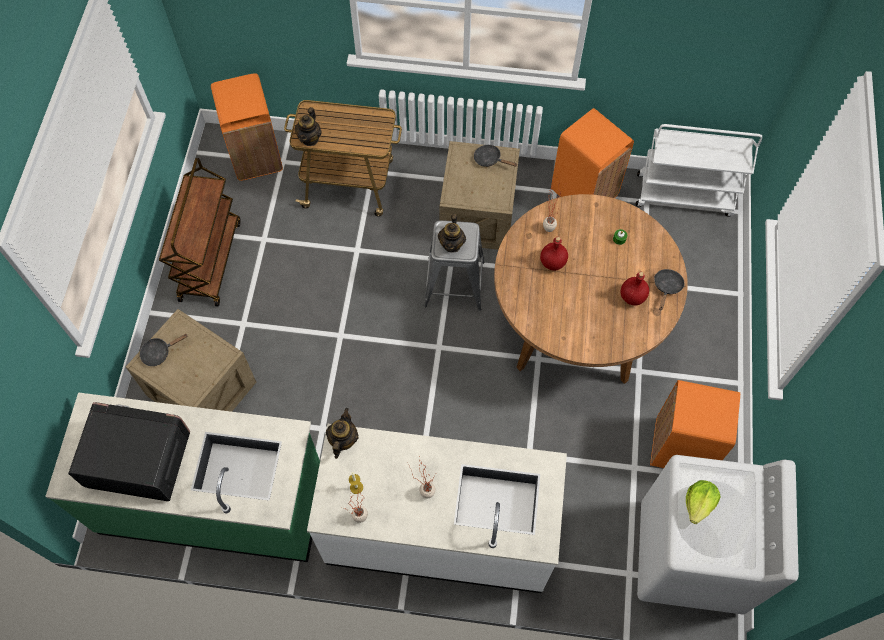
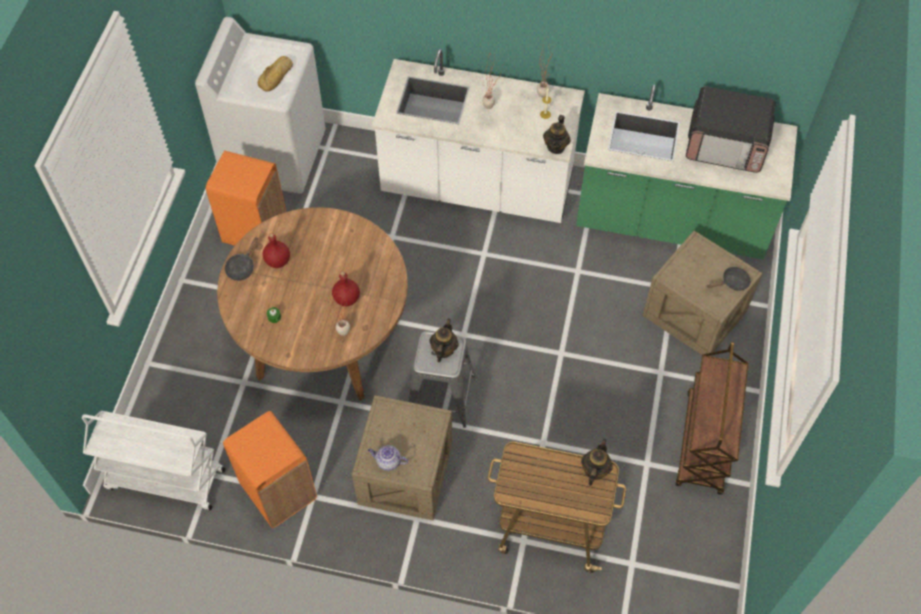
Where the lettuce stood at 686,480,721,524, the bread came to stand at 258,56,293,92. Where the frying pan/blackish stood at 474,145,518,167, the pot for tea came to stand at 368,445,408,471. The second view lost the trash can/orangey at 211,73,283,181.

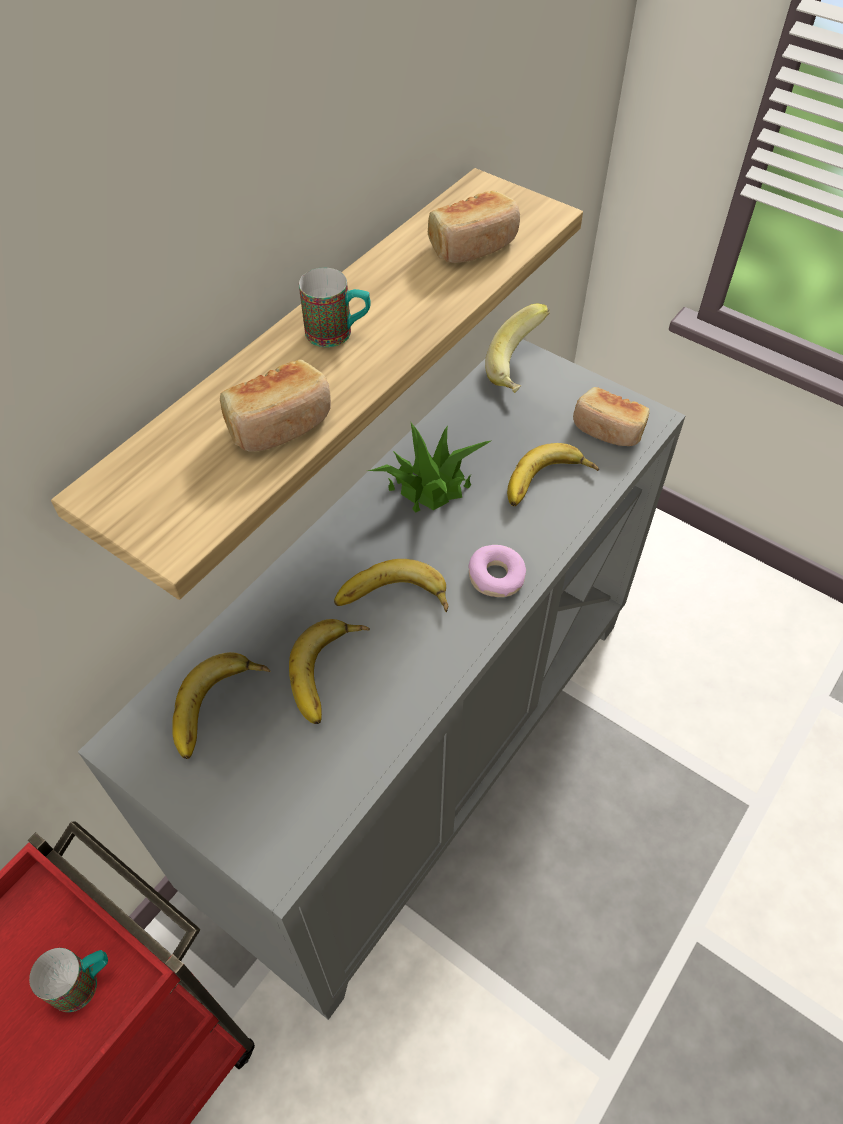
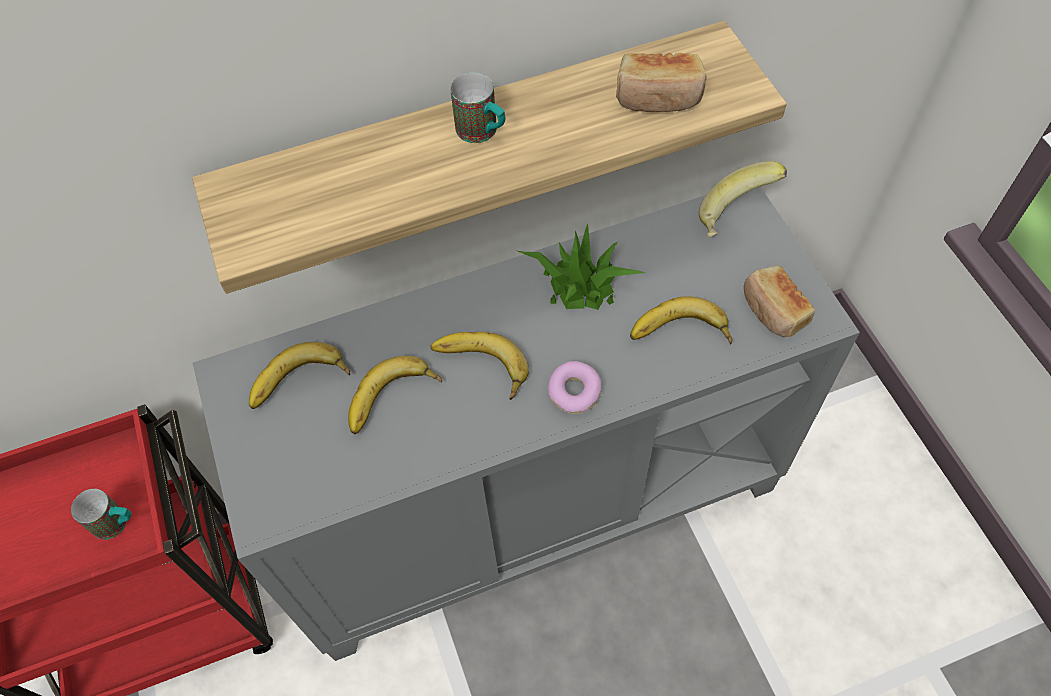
The second view lost the bread at 220,360,331,452.

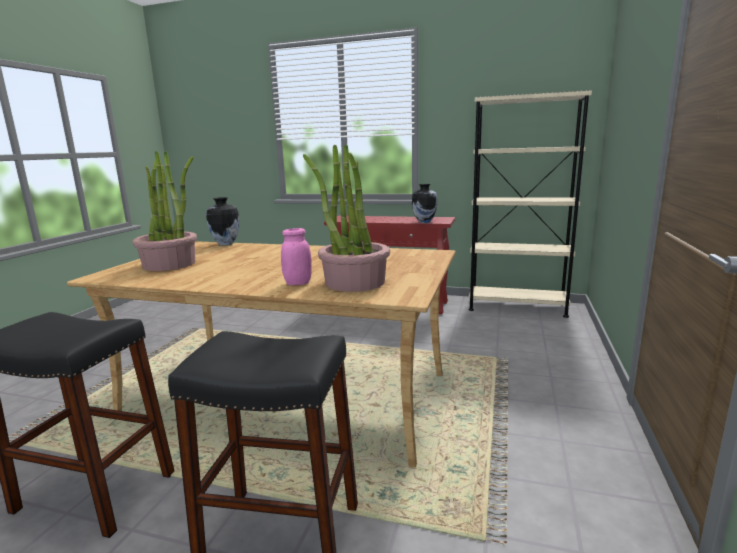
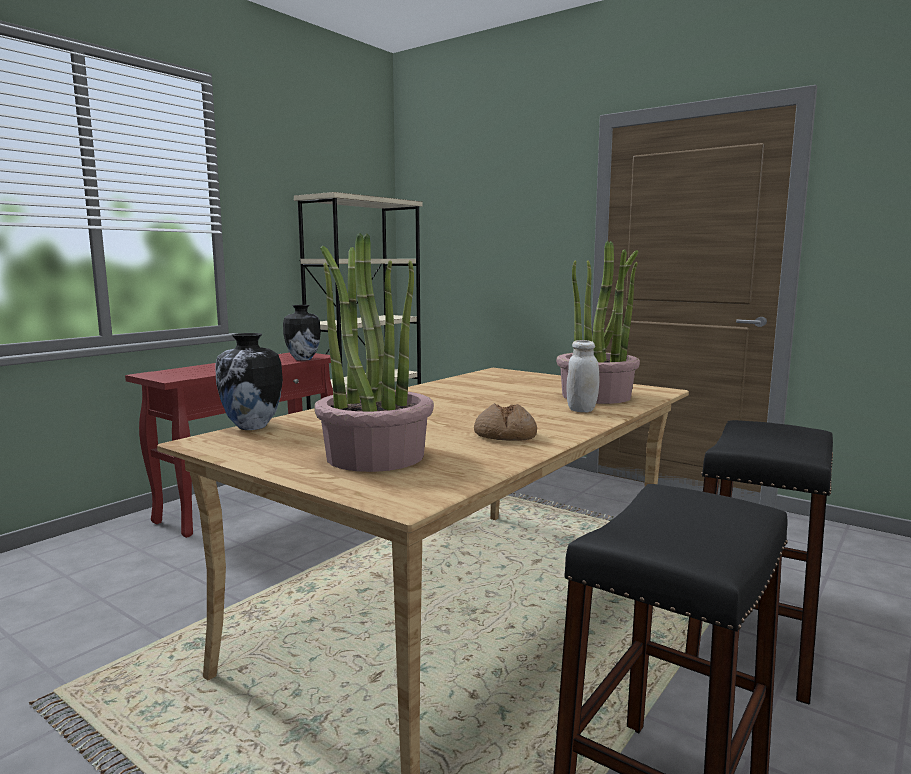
The second view gained the bread at 474,403,537,441. What was the preserve jar/pink at 281,228,312,285 turned into the preserve jar/whitish at 566,340,599,412.

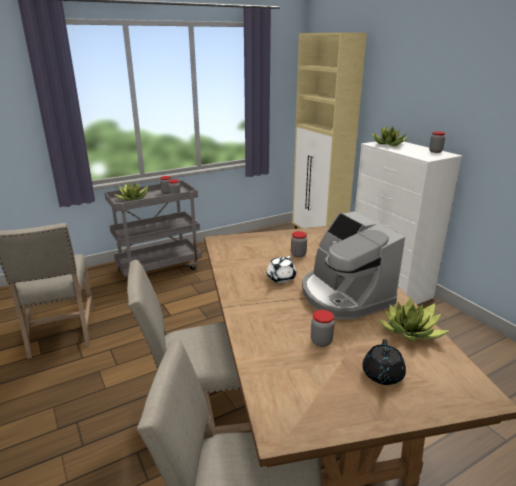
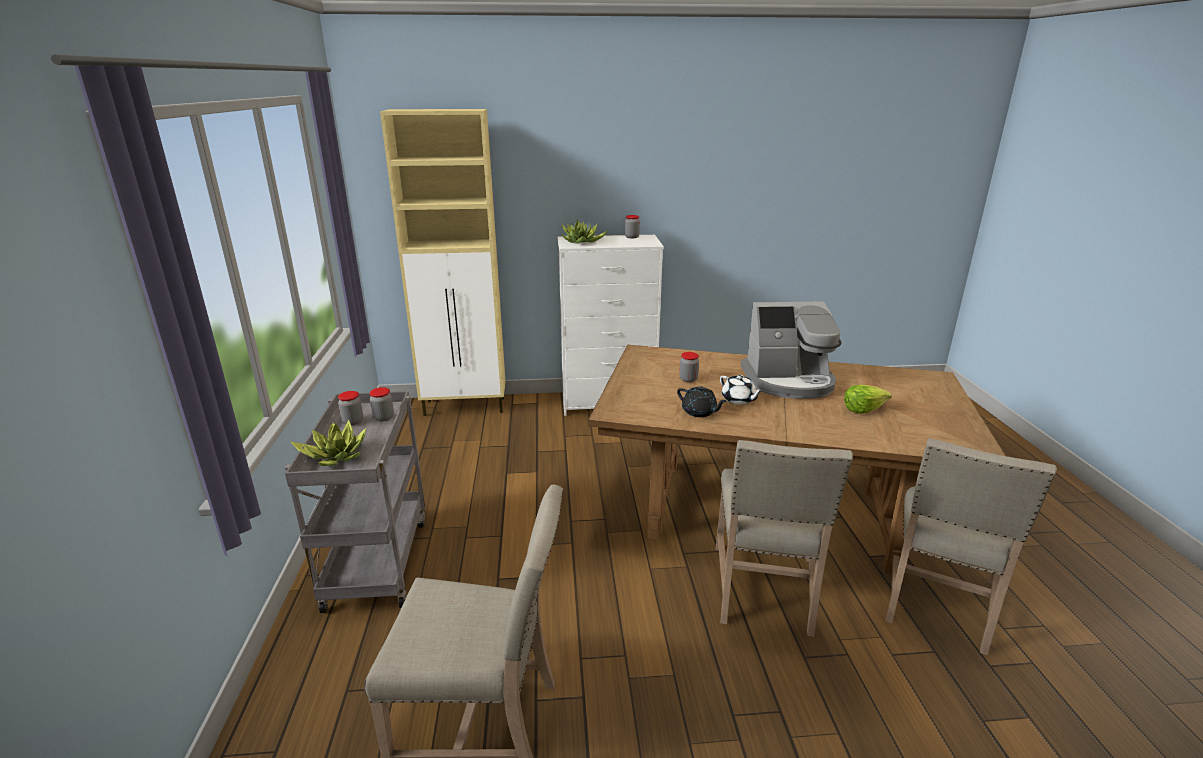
The pot for tea/blackish ended up elsewhere, having gone from 362,339,406,385 to 677,386,727,417. Where the preserve jar stood at 311,310,334,347, the lettuce came to stand at 844,385,892,414. The second view lost the potted plant at 379,298,450,341.

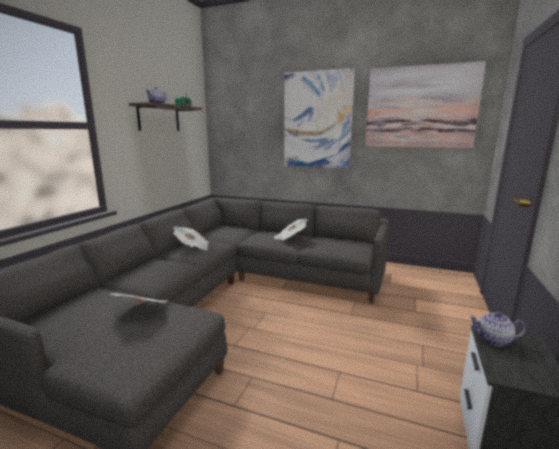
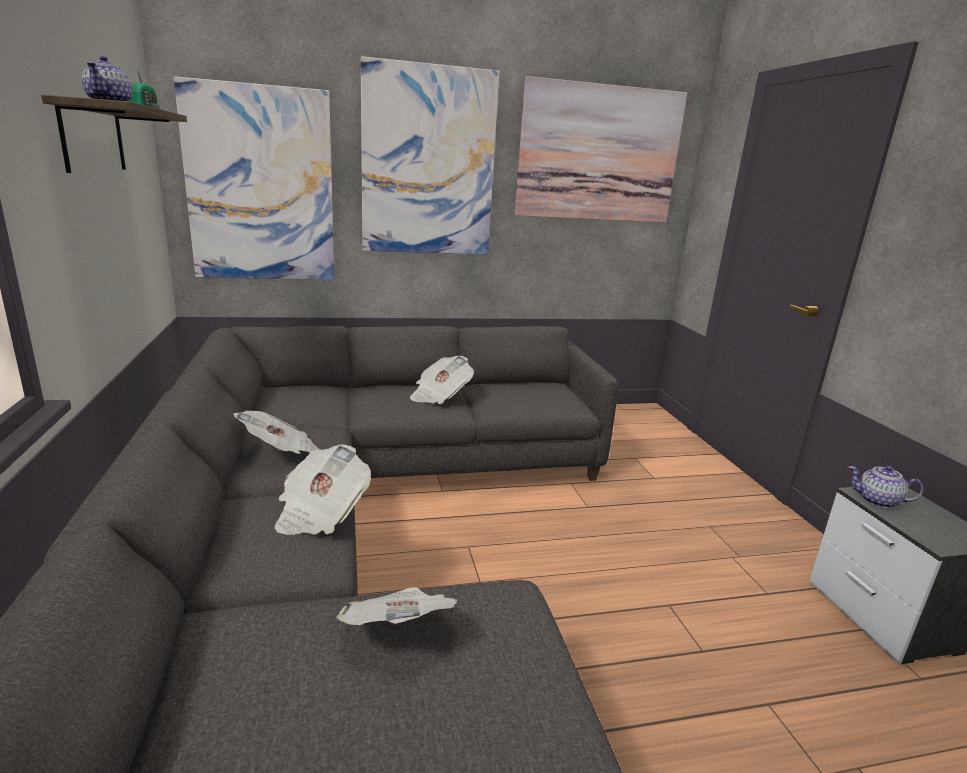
The second view gained the picture at 174,76,334,280. The second view gained the daily paper at 275,444,371,535. The pot for tea at 469,312,526,347 ended up facing another way, 45 degrees clockwise from before.

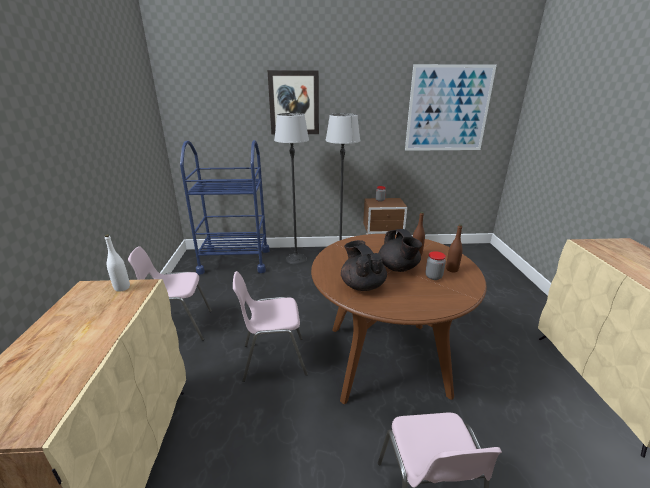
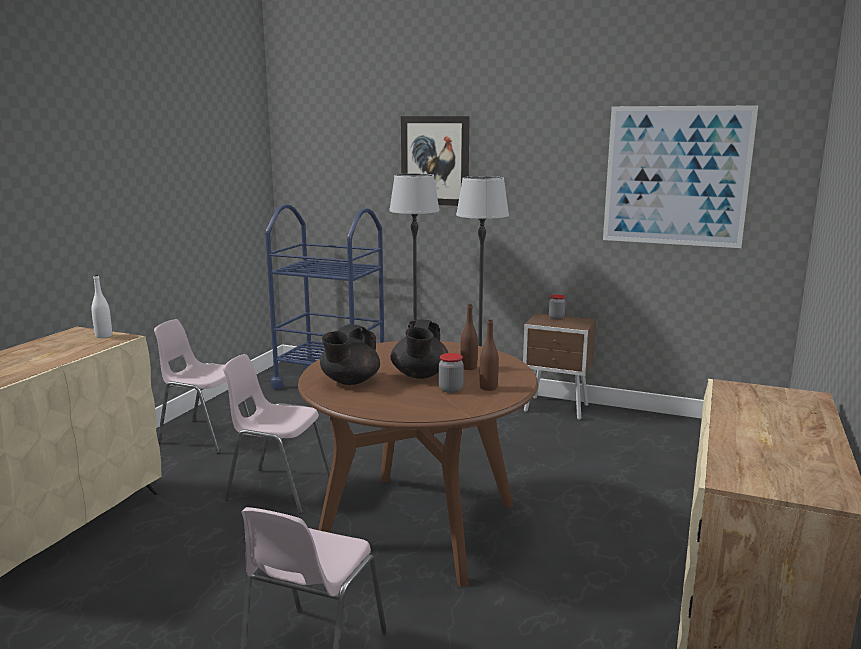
The pot for tea/blackish at 341,240,387,291 ended up facing another way, 150 degrees counterclockwise from before.

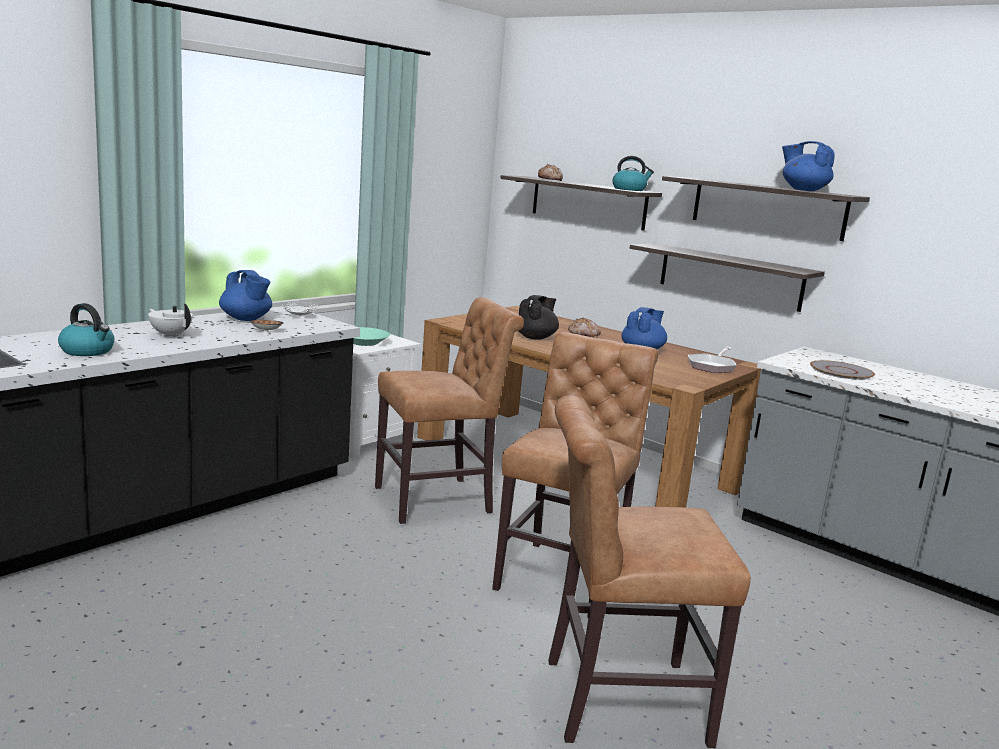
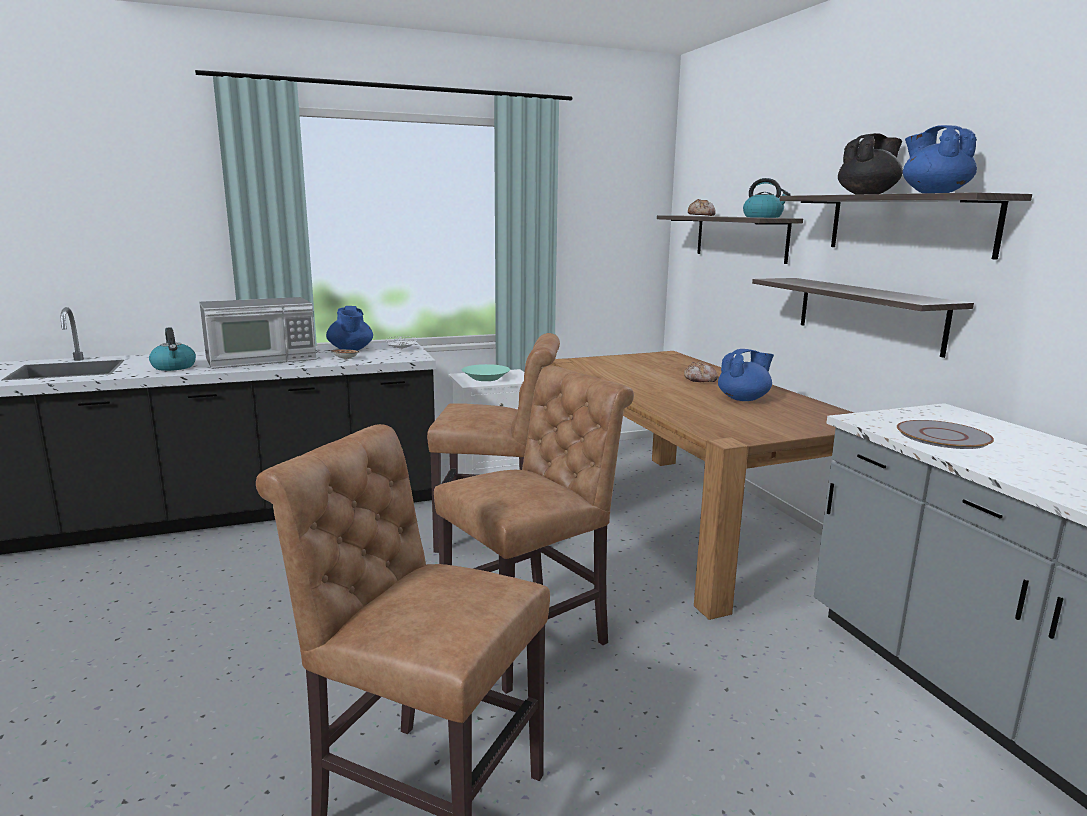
Where the pot for tea/whitish stood at 148,303,193,338, the microwave came to stand at 199,297,316,369. The pot for tea/blackish ended up elsewhere, having gone from 518,295,559,340 to 838,133,903,195. The second view lost the frying pan at 688,347,737,373.

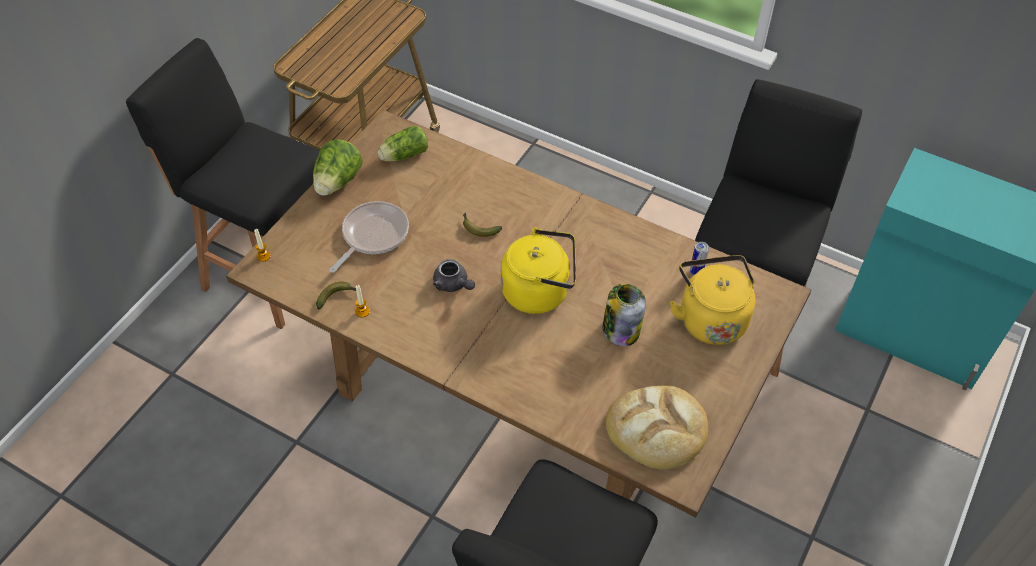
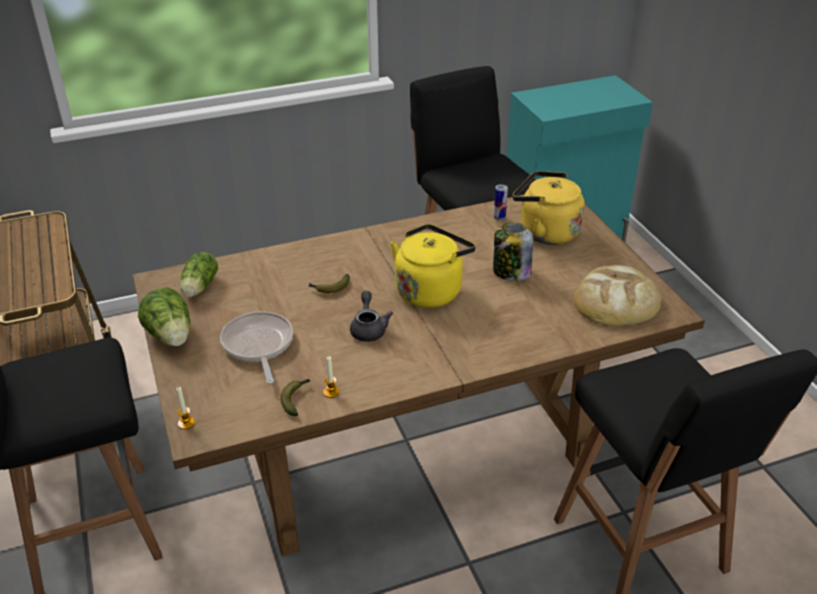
The pot for tea/gray at 433,259,475,292 ended up facing another way, 90 degrees counterclockwise from before.

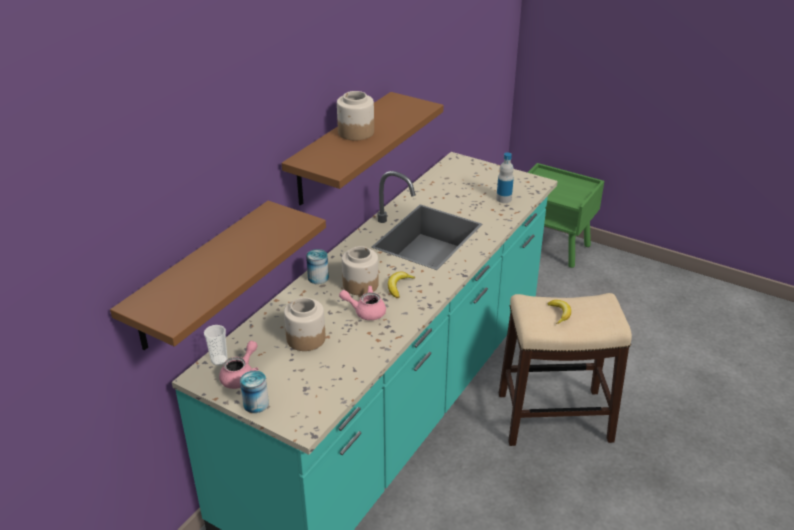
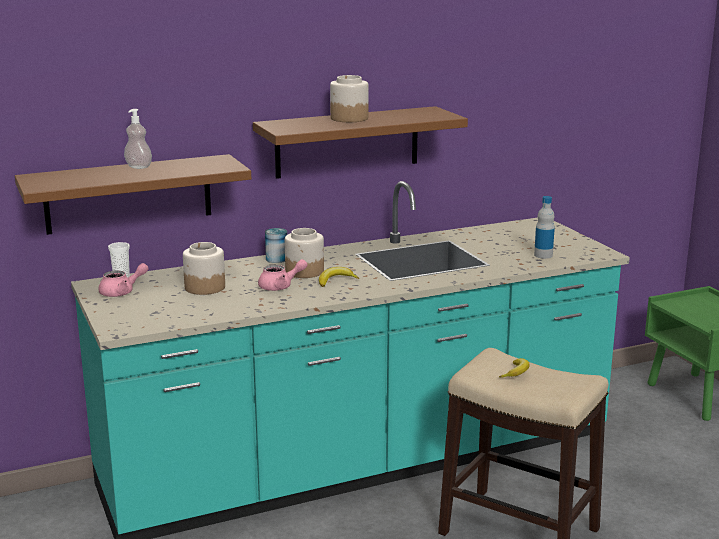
The second view gained the soap bottle at 124,109,152,169. The pot for tea/pink at 339,285,386,320 ended up facing another way, 120 degrees clockwise from before. The second view lost the sealed can at 240,371,269,413.

